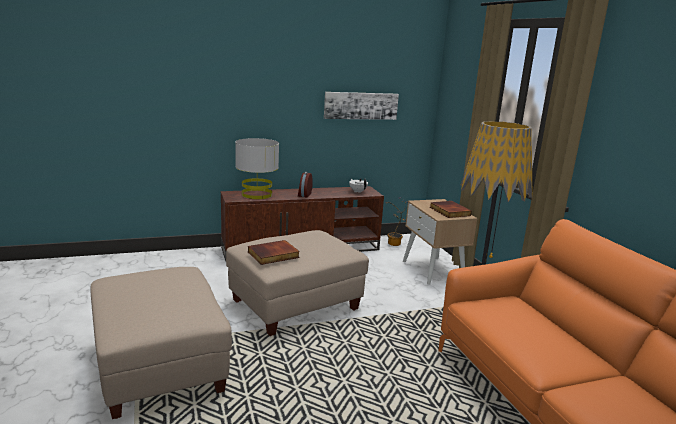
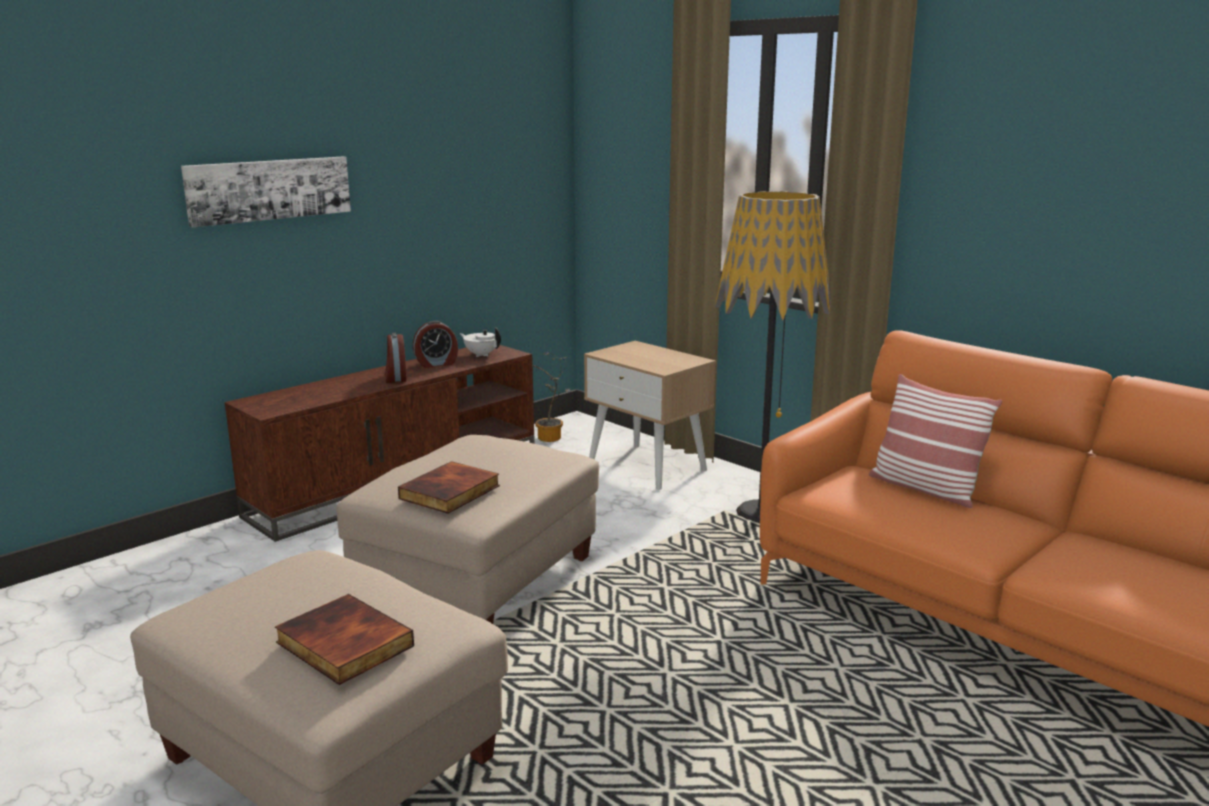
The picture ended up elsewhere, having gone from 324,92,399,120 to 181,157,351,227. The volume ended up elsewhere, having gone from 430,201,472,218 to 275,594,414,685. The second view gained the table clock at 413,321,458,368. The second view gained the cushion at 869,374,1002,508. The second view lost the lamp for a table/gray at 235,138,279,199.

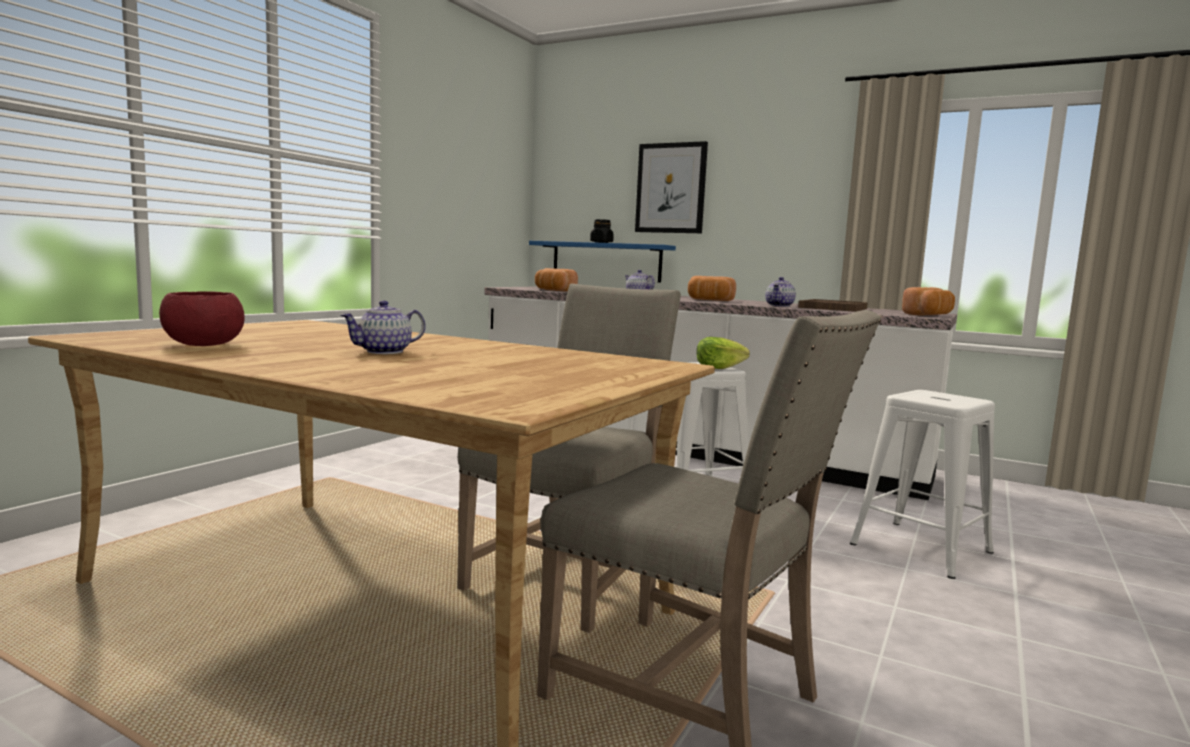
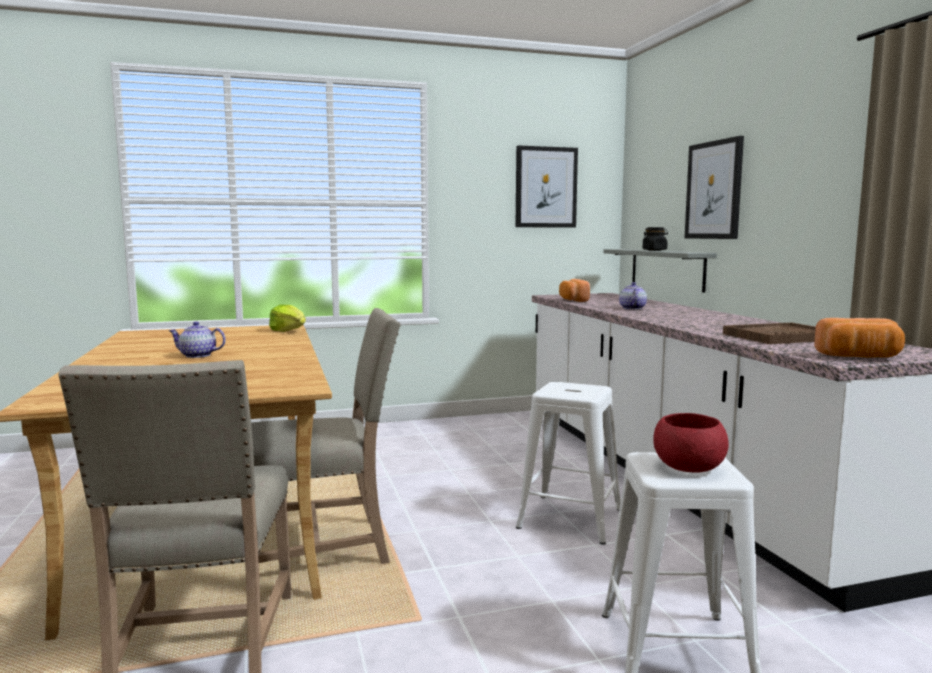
The lettuce ended up elsewhere, having gone from 696,337,750,369 to 269,305,306,332. The second view gained the picture at 515,146,578,227. What was the shelf/bluish at 529,241,676,283 turned into the shelf/gray at 603,249,717,293. The bowl/red ended up elsewhere, having gone from 159,291,245,346 to 654,413,729,473. The second view lost the bread at 688,276,736,301. The second view lost the pot for tea at 765,277,796,307.

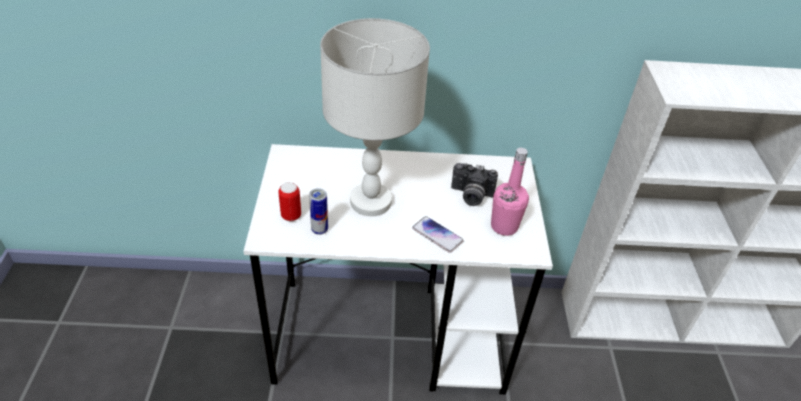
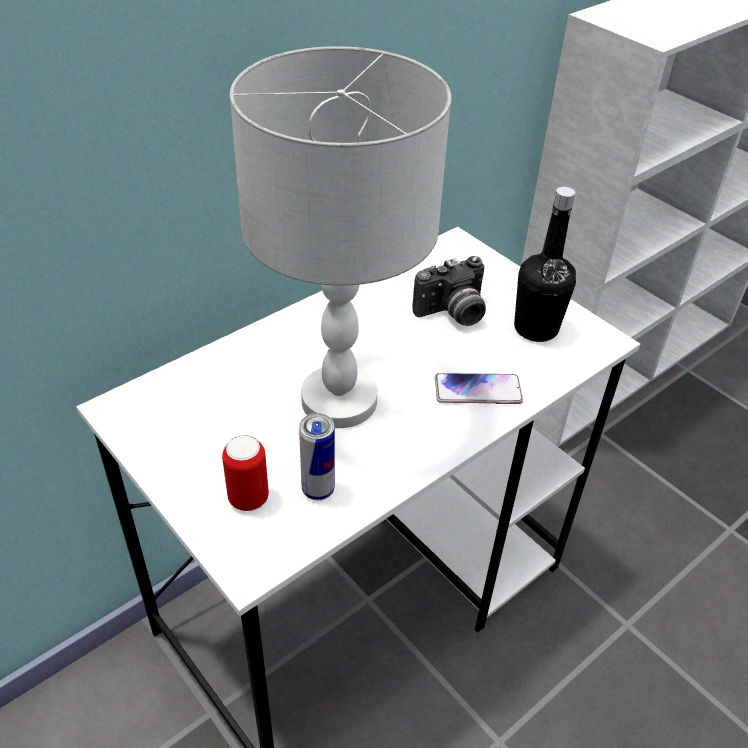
What was the beverage bottle/pink at 491,148,529,236 turned into the beverage bottle/blackish at 514,187,576,342.

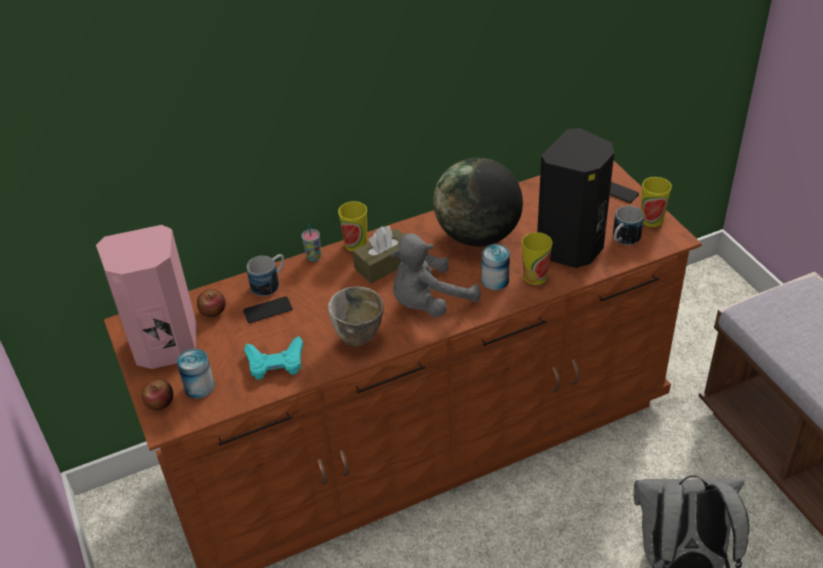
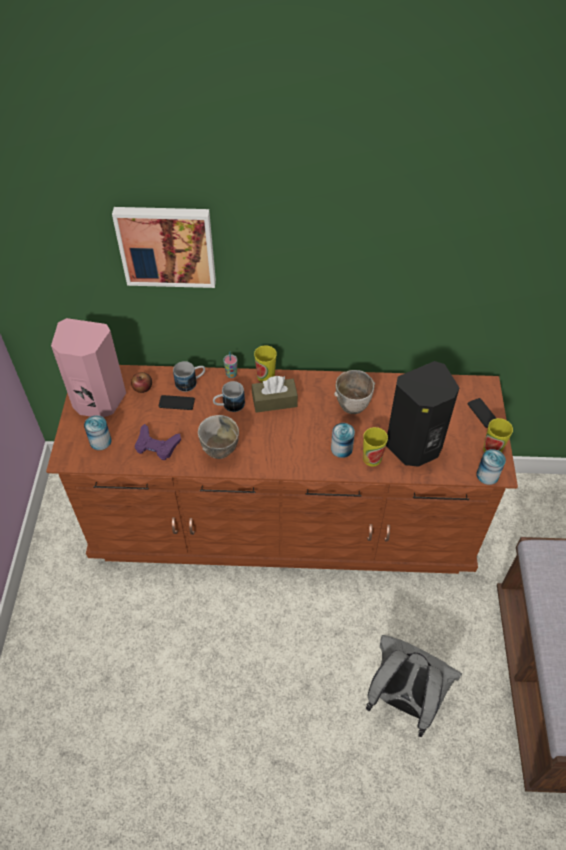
The second view gained the picture at 112,207,216,288. What was the game controller/turquoise at 244,336,303,380 turned into the game controller/purplish at 135,424,181,460. The tea mug ended up elsewhere, having gone from 613,206,644,245 to 213,381,245,412. Where the world globe stood at 433,158,523,246, the bowl came to stand at 334,370,375,414. The second view gained the sealed can at 476,449,506,485. The second view lost the apple fruit at 142,379,173,410. The second view lost the cuddly toy/gray at 391,233,481,317.

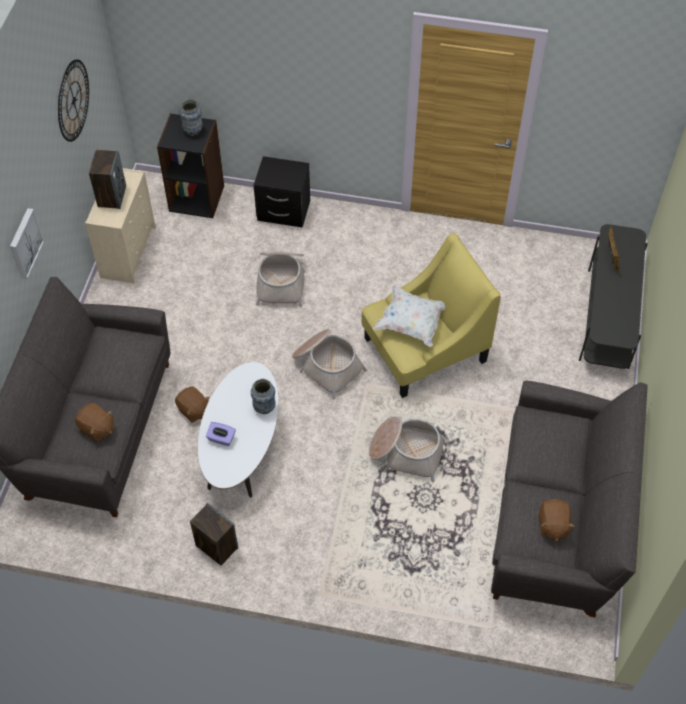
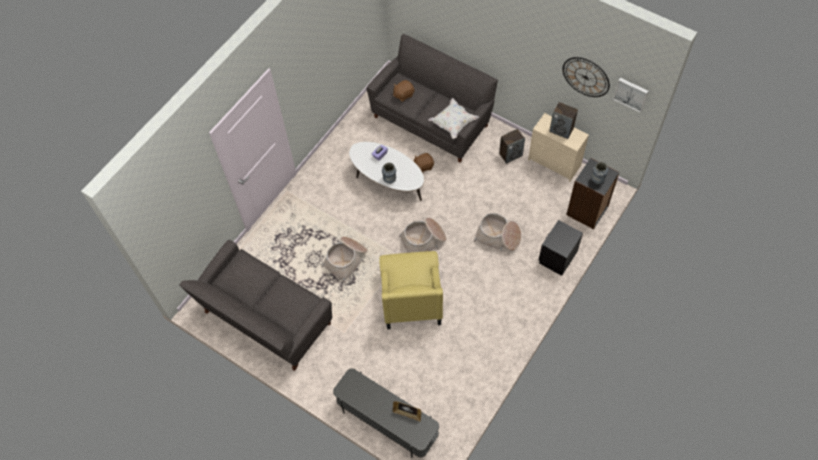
The cushion/whitish ended up elsewhere, having gone from 373,285,445,347 to 428,98,479,139. The loudspeaker ended up elsewhere, having gone from 190,503,238,566 to 499,129,525,164. The picture ended up elsewhere, having gone from 10,208,44,279 to 613,78,649,113. The second view lost the cuddly toy/brown at 539,499,575,542.

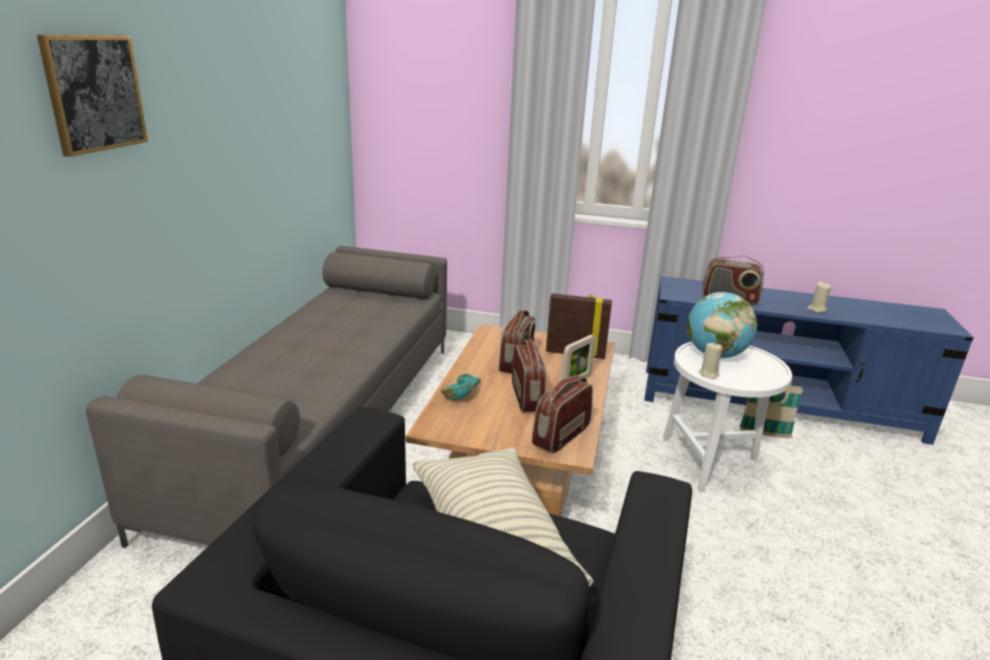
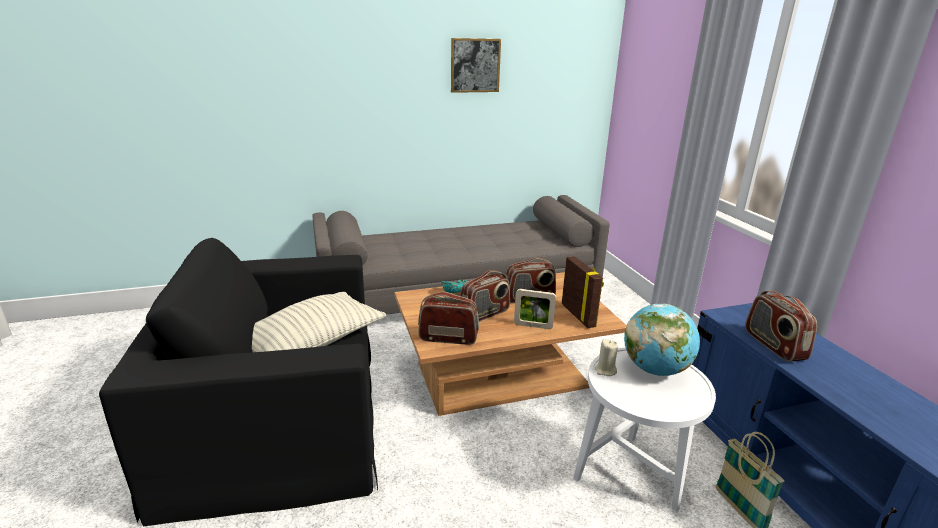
The picture ended up elsewhere, having gone from 37,35,148,157 to 451,38,501,93. The second view lost the wax candle/beige-coloured at 807,282,832,313.

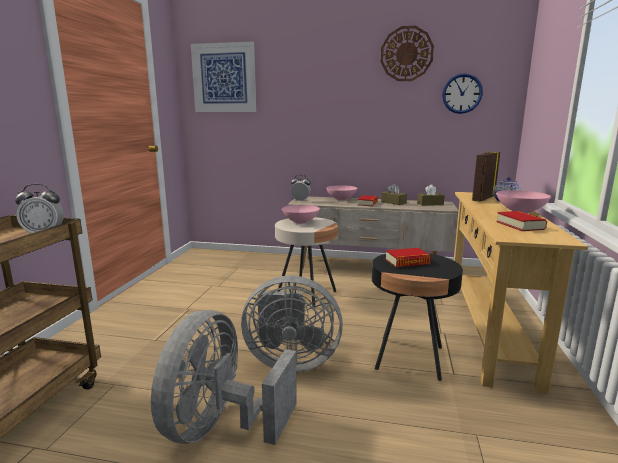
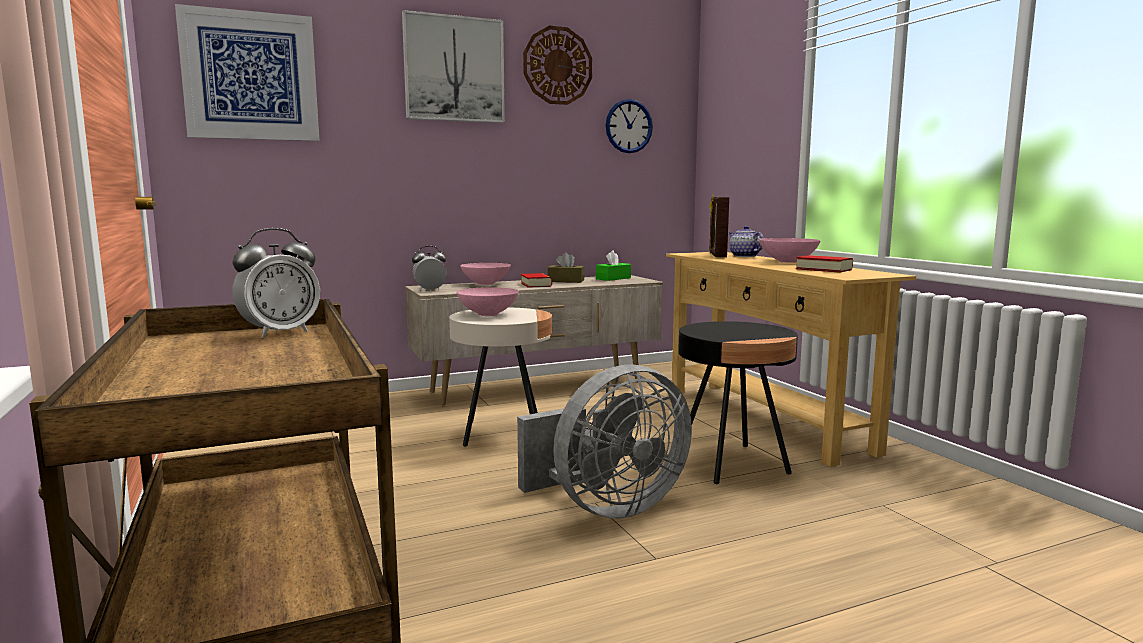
The second view gained the picture at 402,10,505,123. What was the tissue box/brown at 417,184,445,206 turned into the tissue box/green at 596,250,631,281. The second view lost the electric fan/gray at 151,310,297,445. The second view lost the volume at 385,248,431,267.

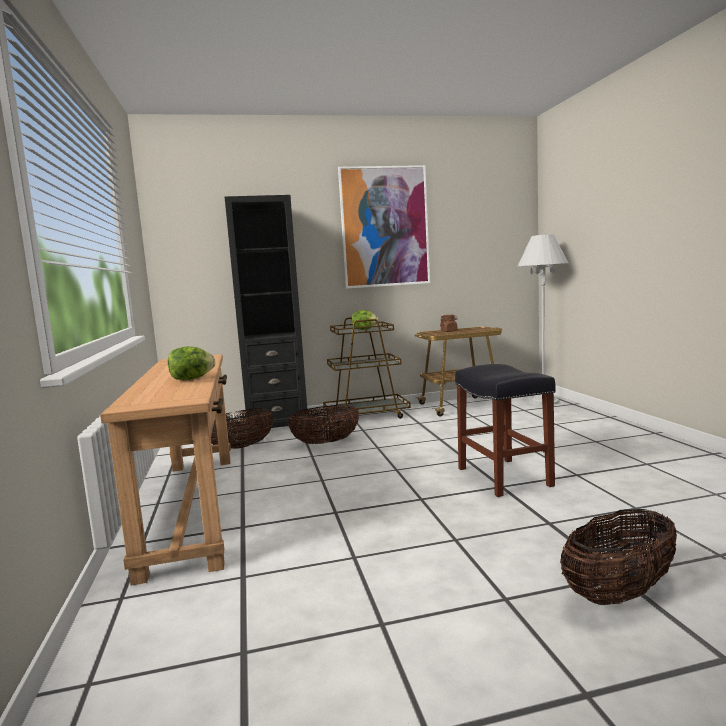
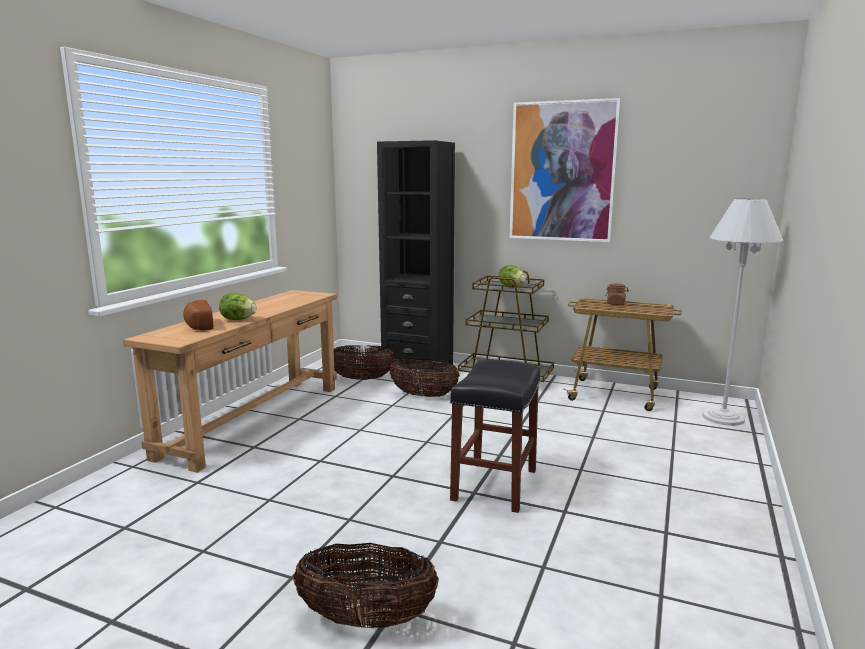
The second view gained the bread at 183,300,213,331.

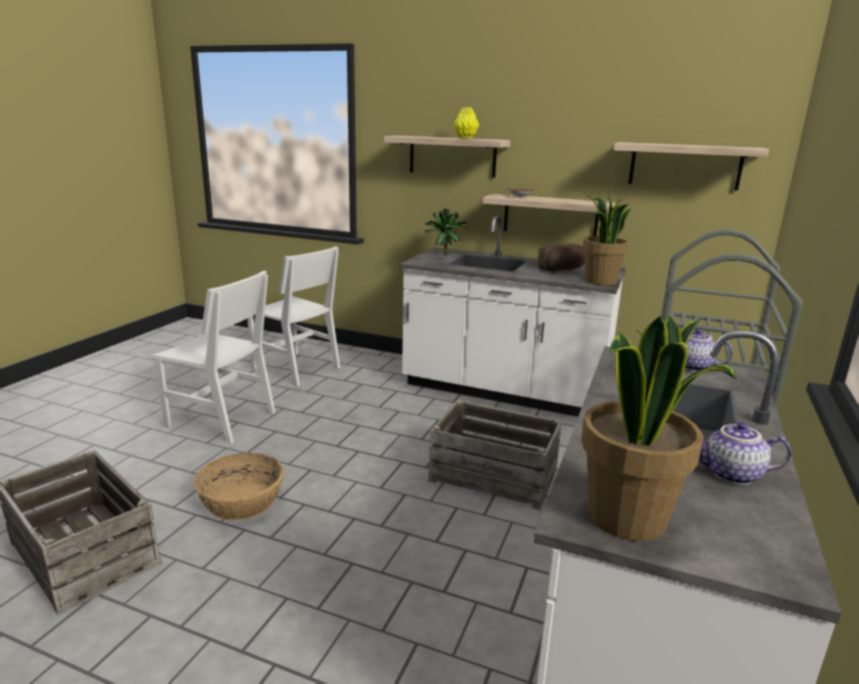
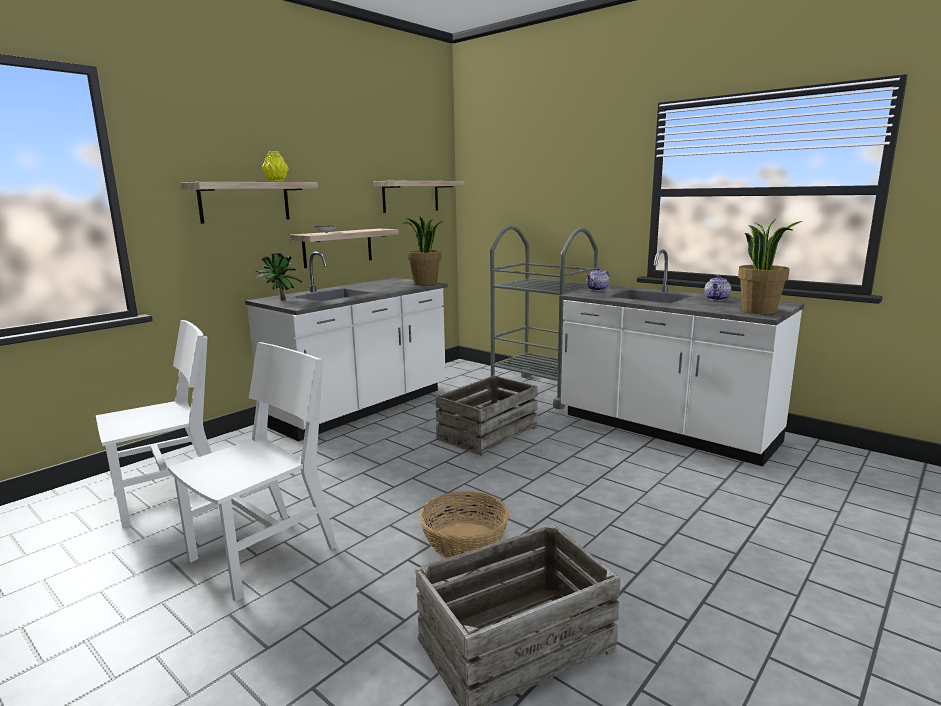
The second view lost the bread at 538,243,585,271.

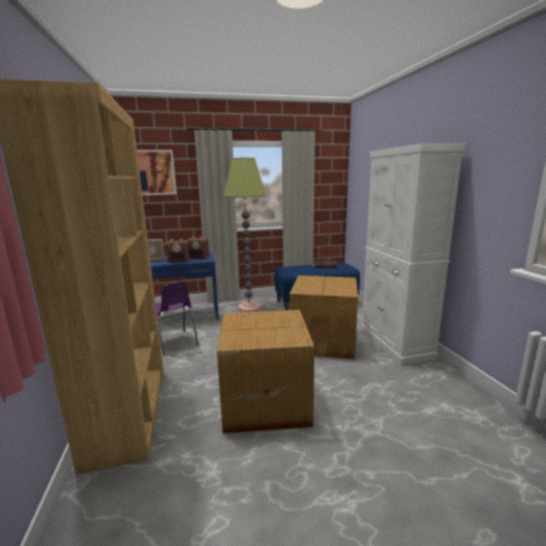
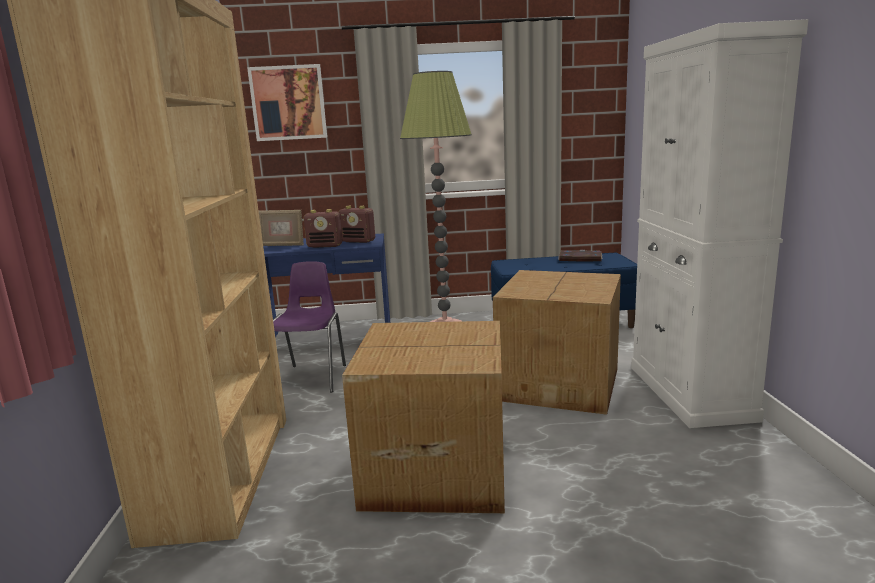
The plain chair/purplish at 156,281,198,356 ended up facing another way, 150 degrees counterclockwise from before.

